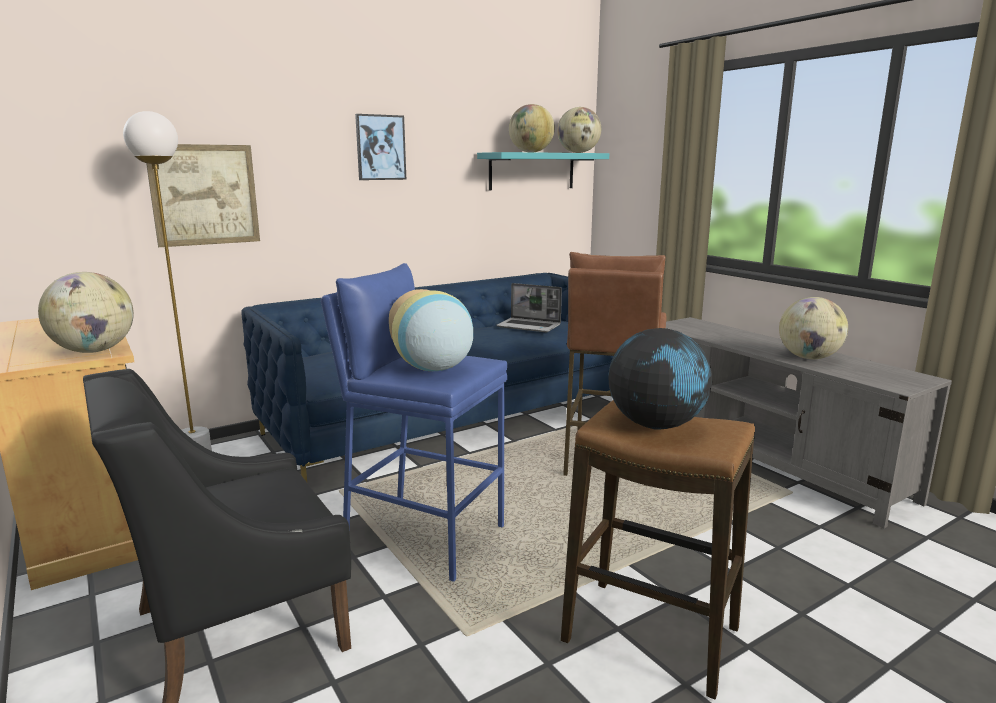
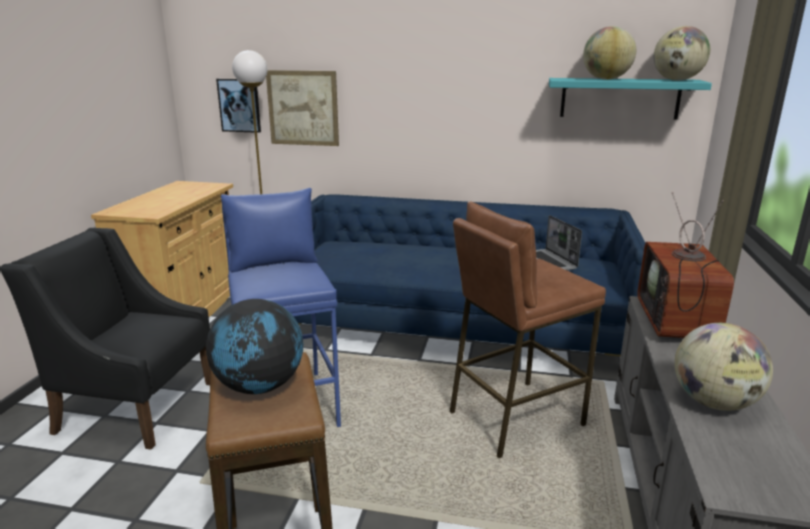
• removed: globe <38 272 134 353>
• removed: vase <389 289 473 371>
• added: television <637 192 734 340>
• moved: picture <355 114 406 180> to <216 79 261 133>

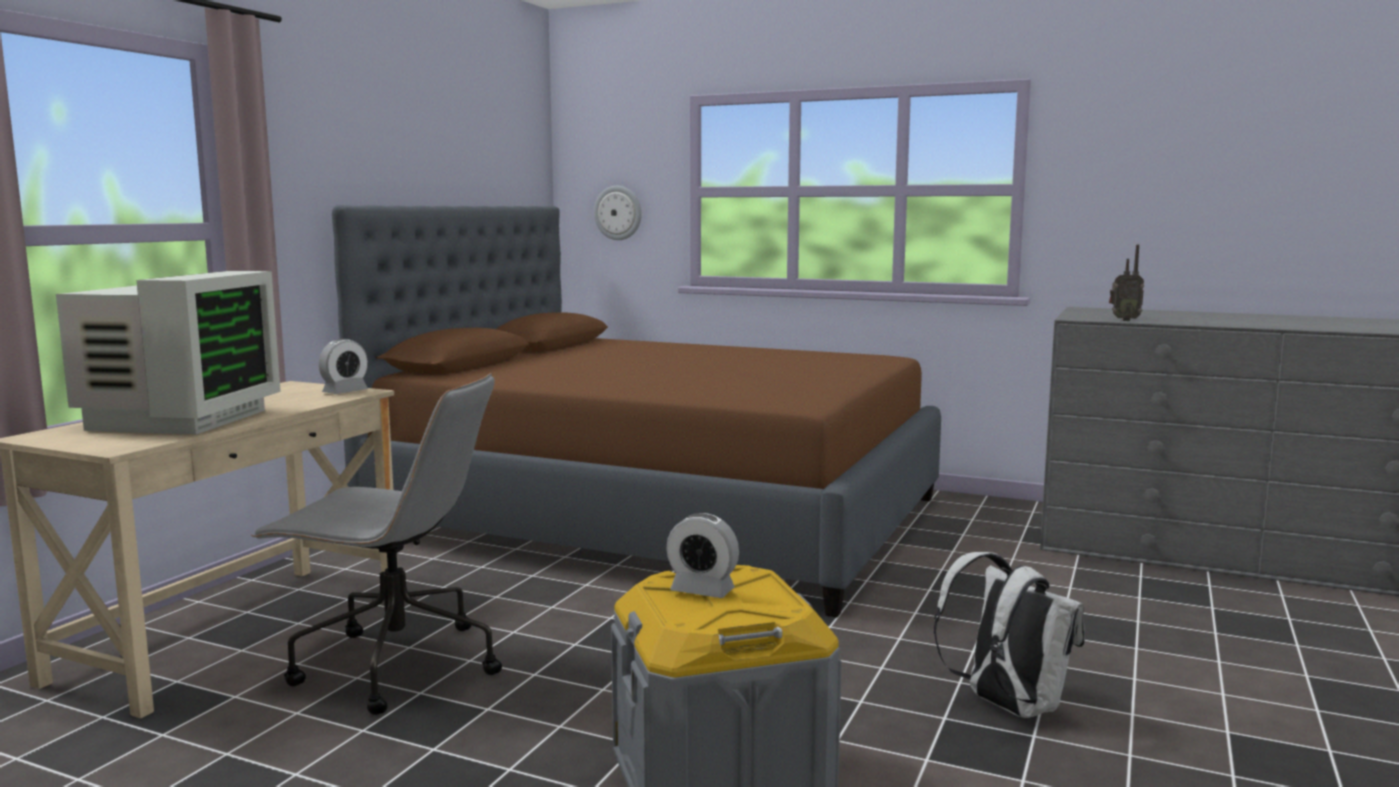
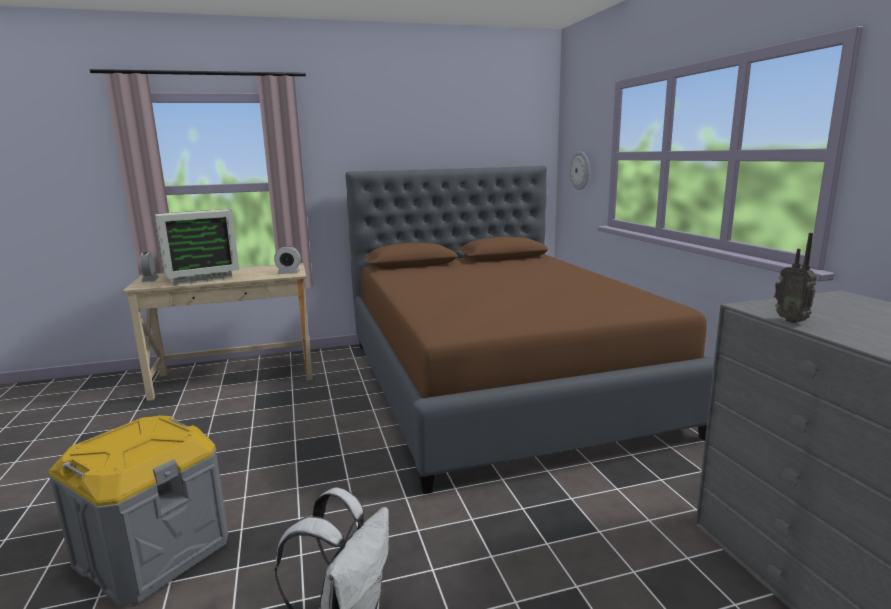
• removed: office chair (grey) <251 373 502 715>
• moved: alarm clock <666 513 739 598> to <140 252 159 282>

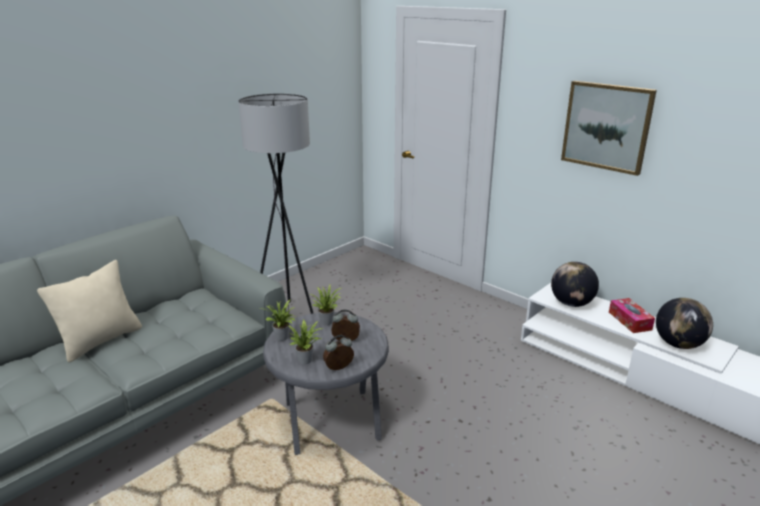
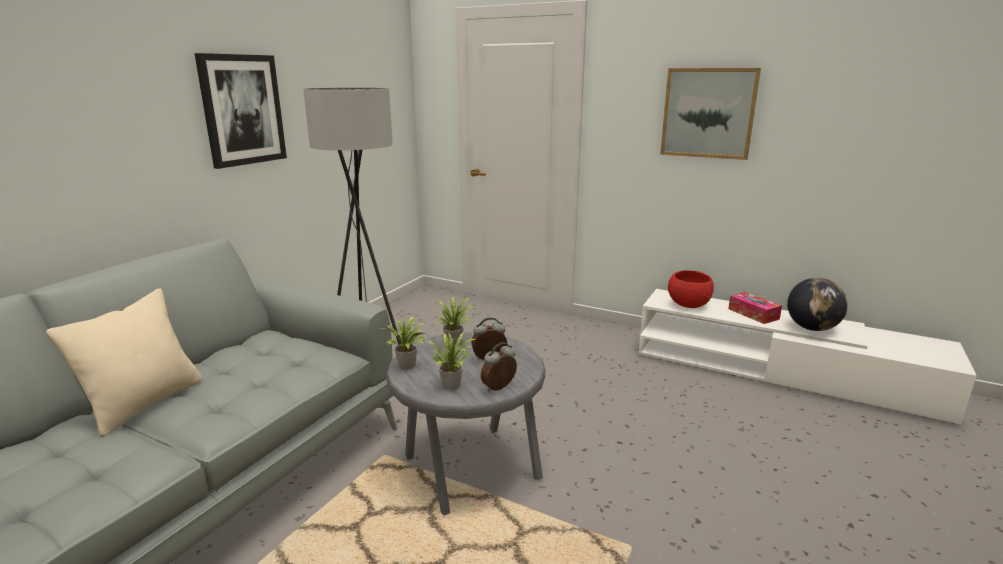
• added: picture <194 53 287 169>
• replaced: globe <551 262 599 307> to bowl (red) <668 270 714 308>

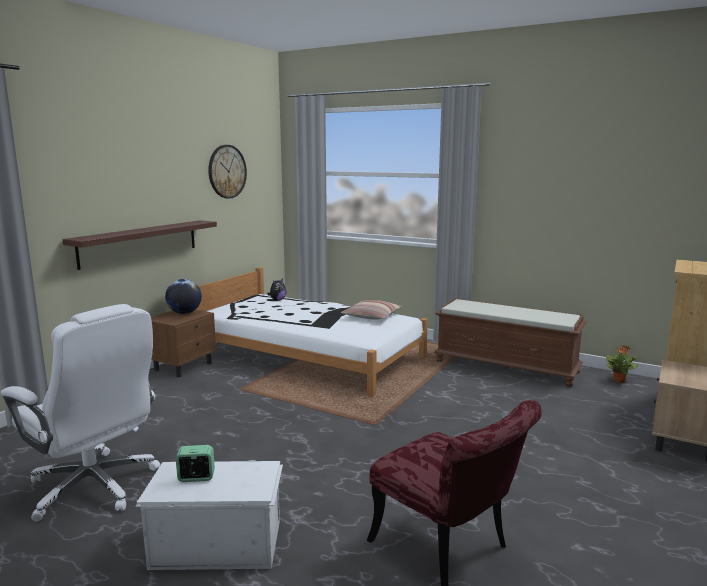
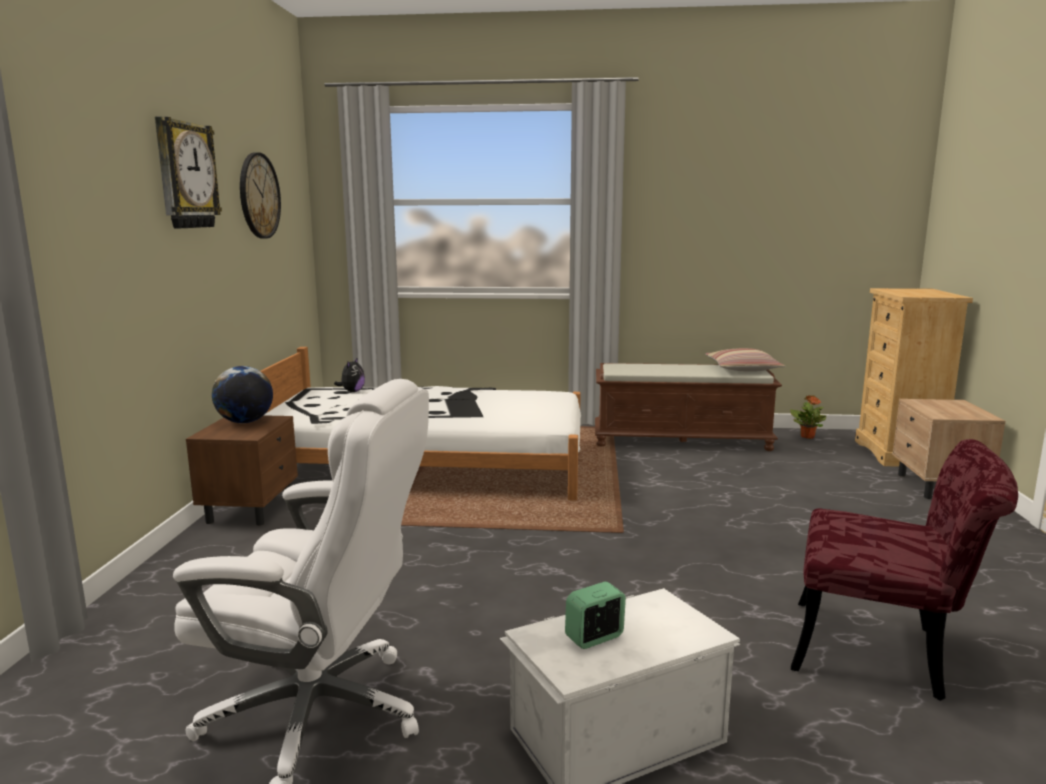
• removed: shelf <63 220 217 270>
• added: wall clock <155 116 222 229>
• moved: pillow <341 300 403 320> to <705 348 786 372>

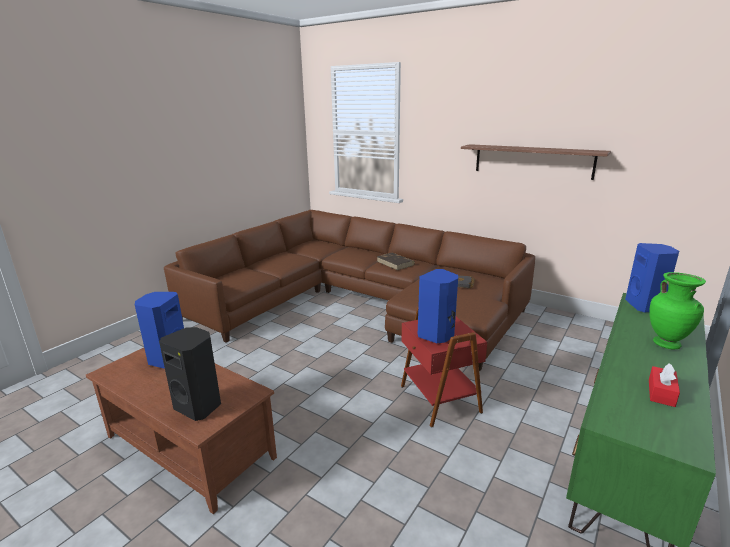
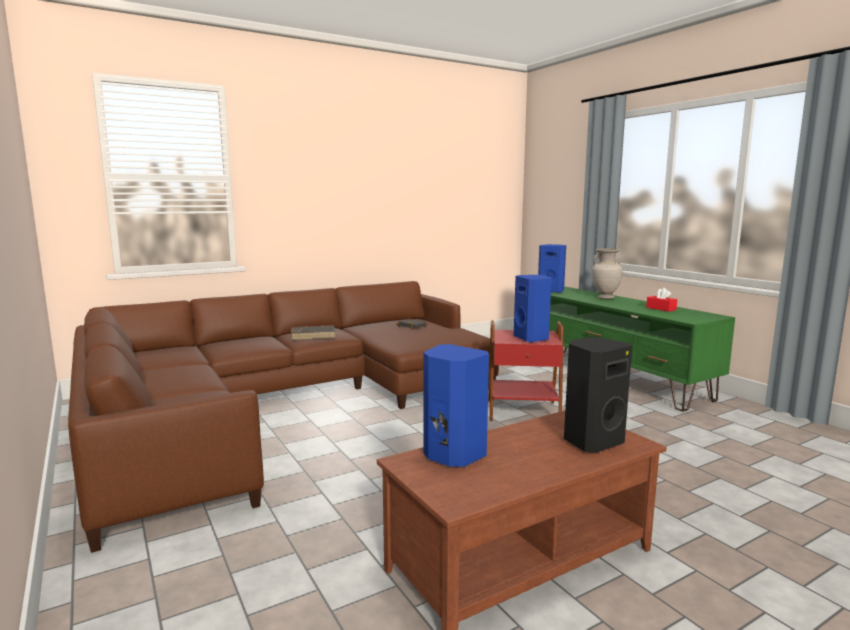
• removed: shelf <461 144 611 180>
• recoloured: vase (green) <649 272 706 350> to vase (beige) <592 248 623 299>

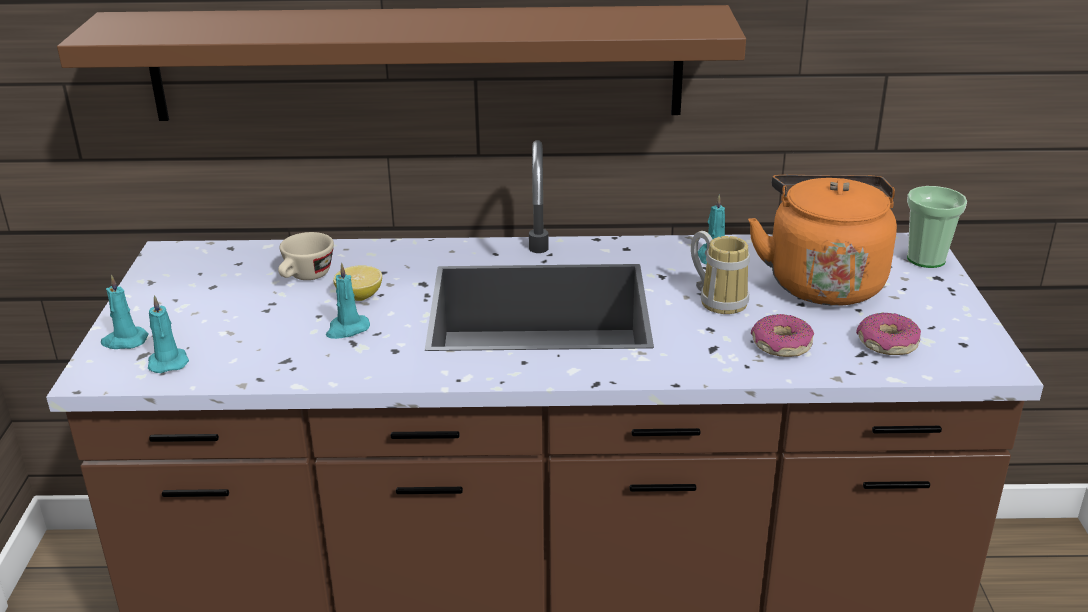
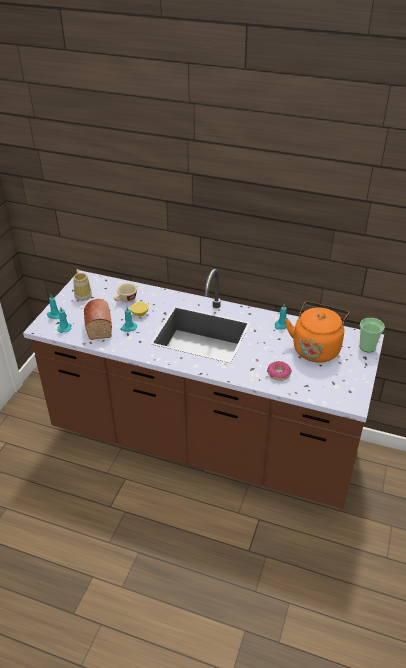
• removed: shelf (brown) <57 5 746 121>
• removed: donut <856 312 921 355>
• added: bread <84 299 112 340>
• moved: mug <691 231 750 314> to <73 269 92 301>

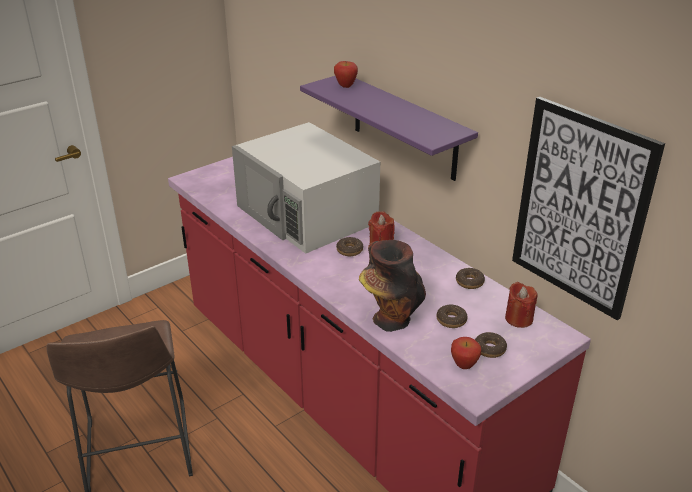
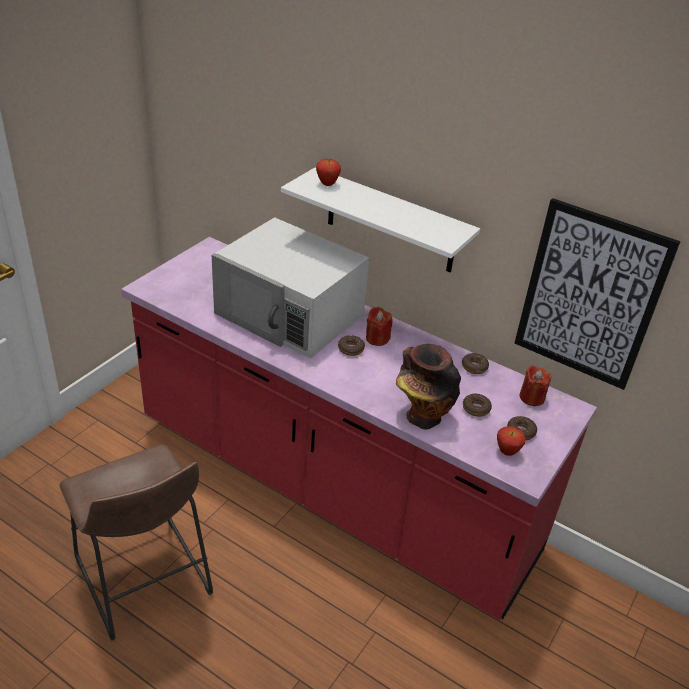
• recoloured: shelf (purple) <300 76 478 181> to shelf (white) <281 168 480 272>

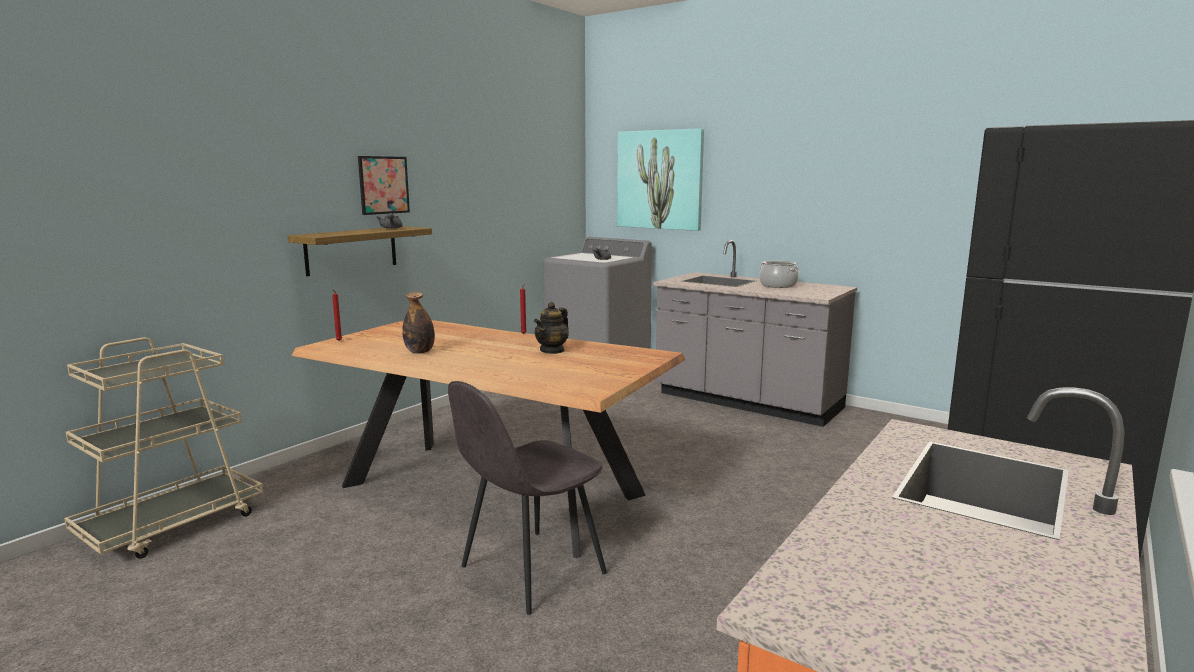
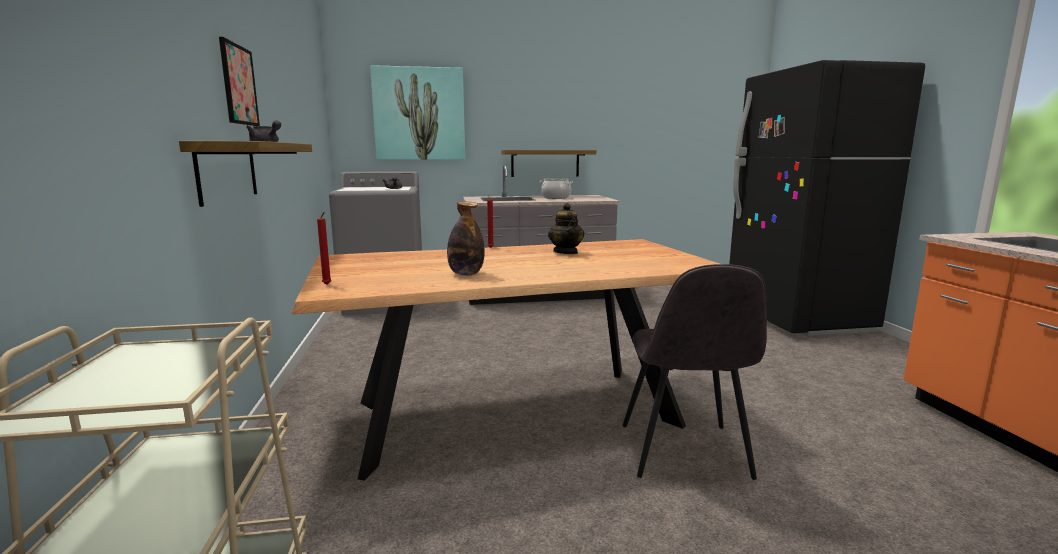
• added: shelf <501 150 596 177>

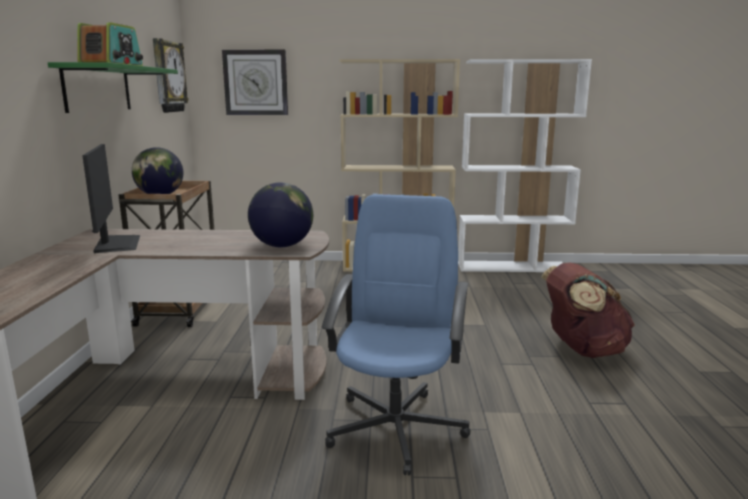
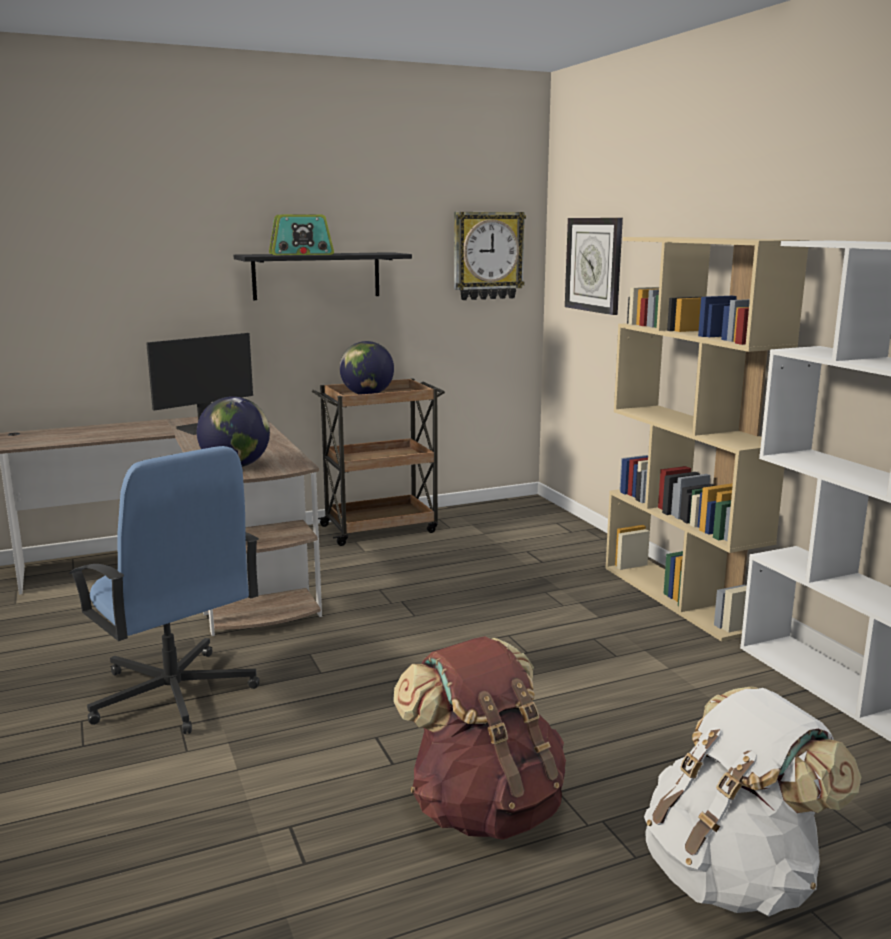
• added: backpack (white) <644 687 861 916>
• recoloured: shelf (green) <48 62 178 113> to shelf (black) <233 252 412 300>
• turned: office chair (blue) <322 194 471 475> = <68 446 260 734> 60 degrees clockwise

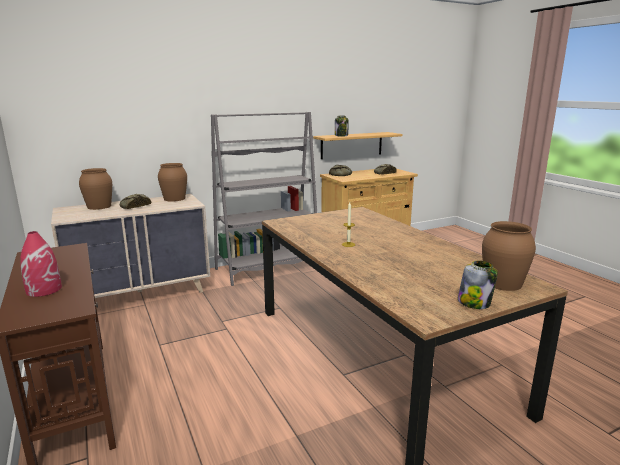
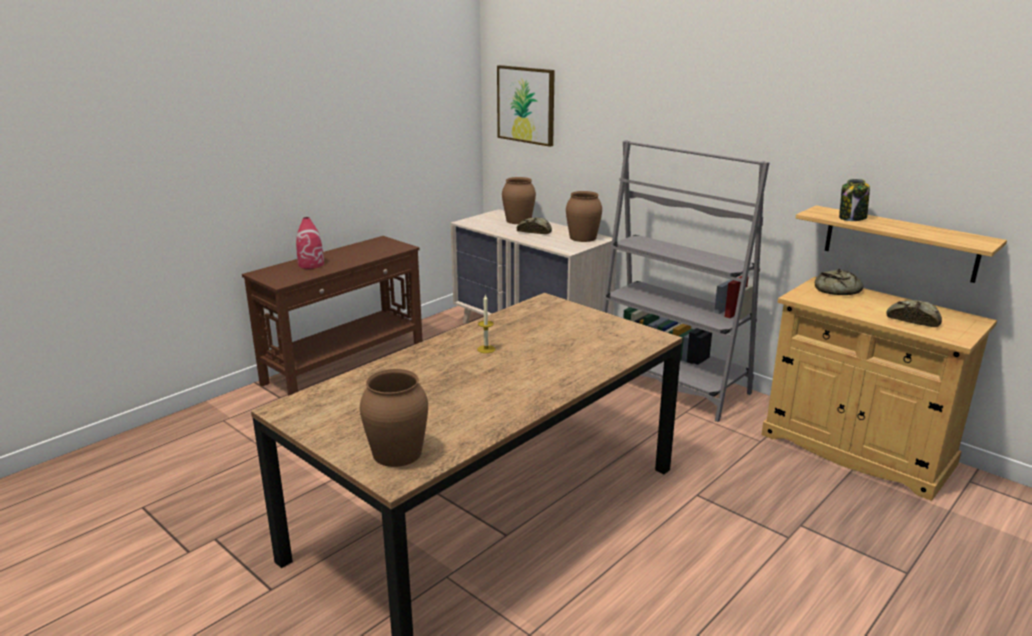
• removed: jar <458 260 498 309>
• added: picture <497 65 555 147>

